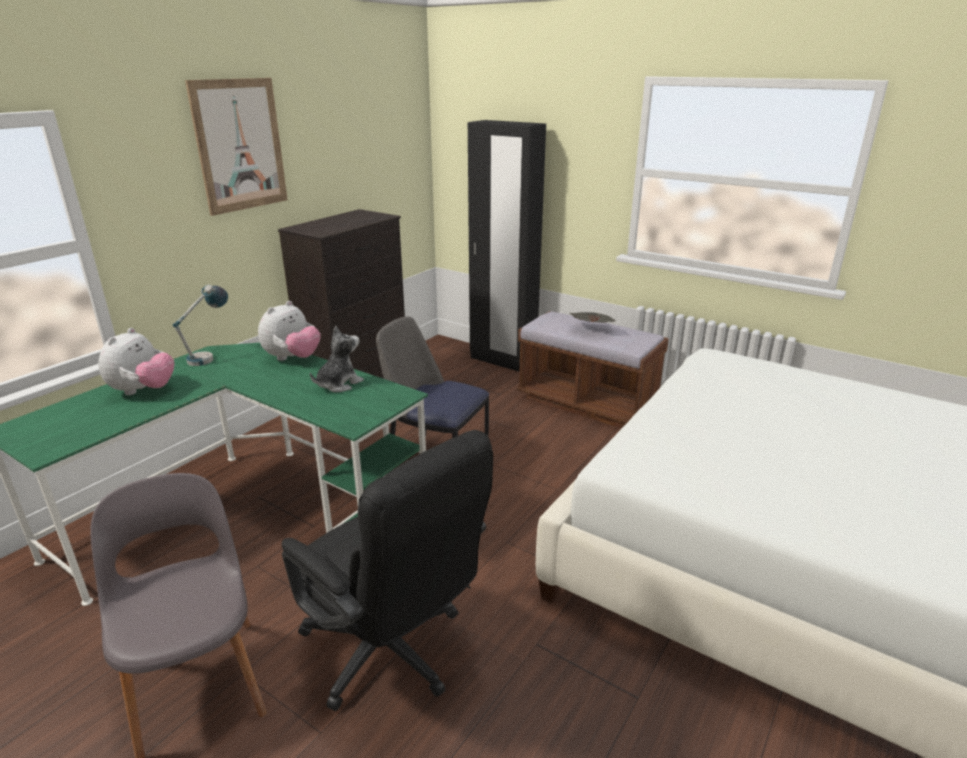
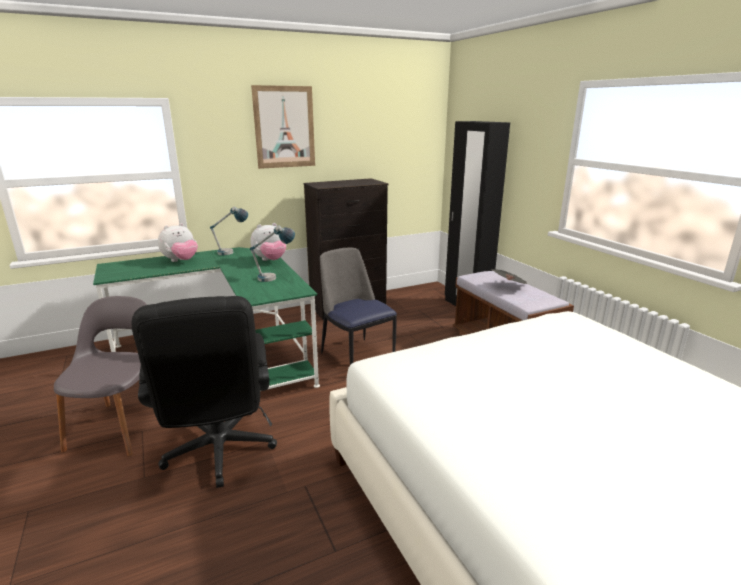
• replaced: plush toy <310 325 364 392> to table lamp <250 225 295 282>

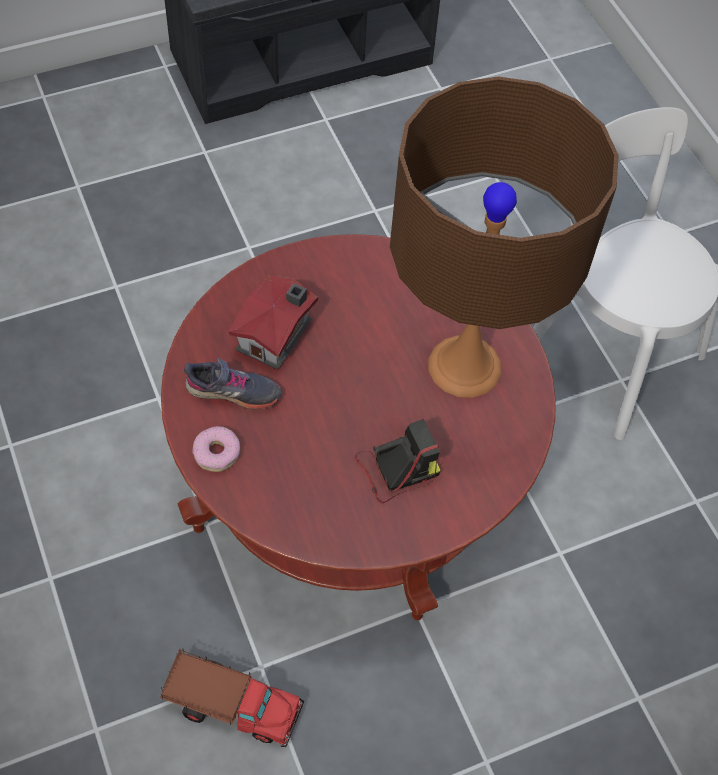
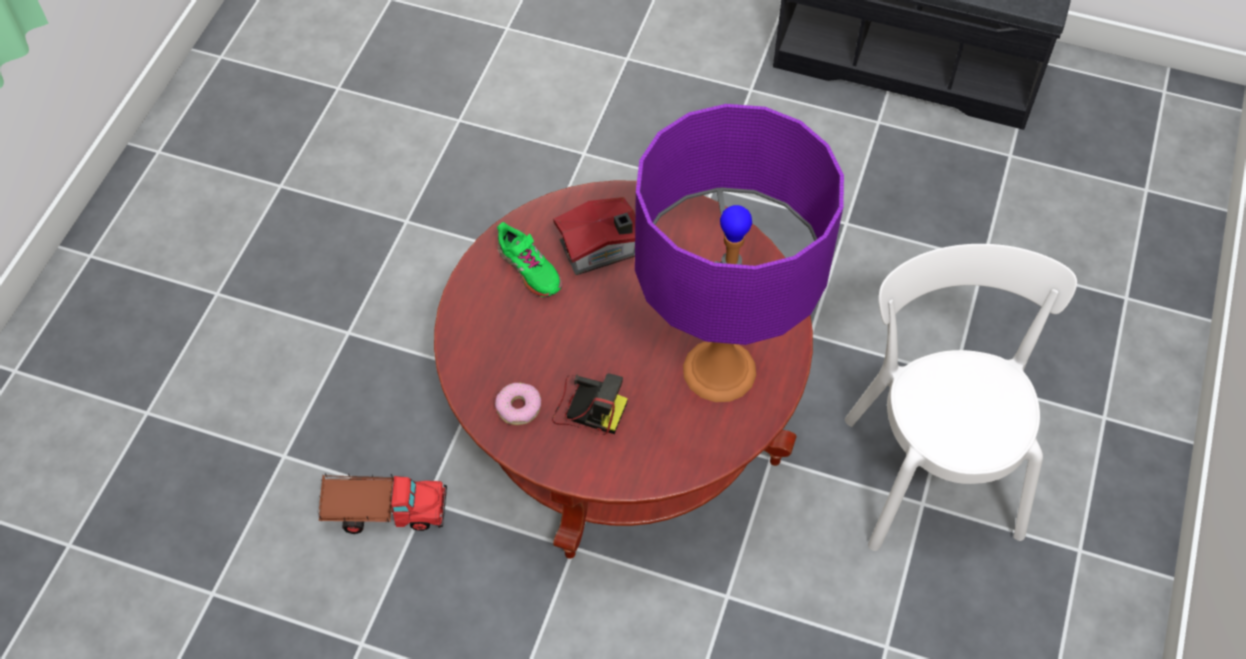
• moved: donut <192 426 240 472> to <495 382 541 425>
• recoloured: shoe (grey) <184 358 281 409> to shoe (green) <497 222 562 297>
• recoloured: table lamp (brown) <390 76 619 398> to table lamp (purple) <635 104 844 402>
• turned: toy truck <160 648 304 747> = <318 474 447 534> 60 degrees counterclockwise

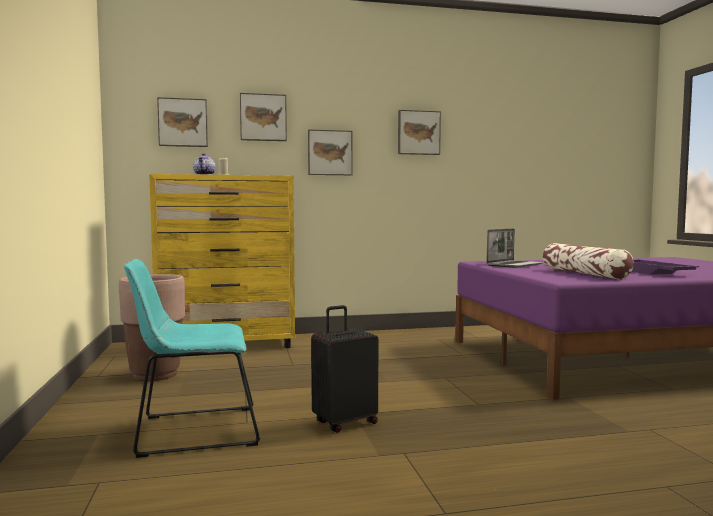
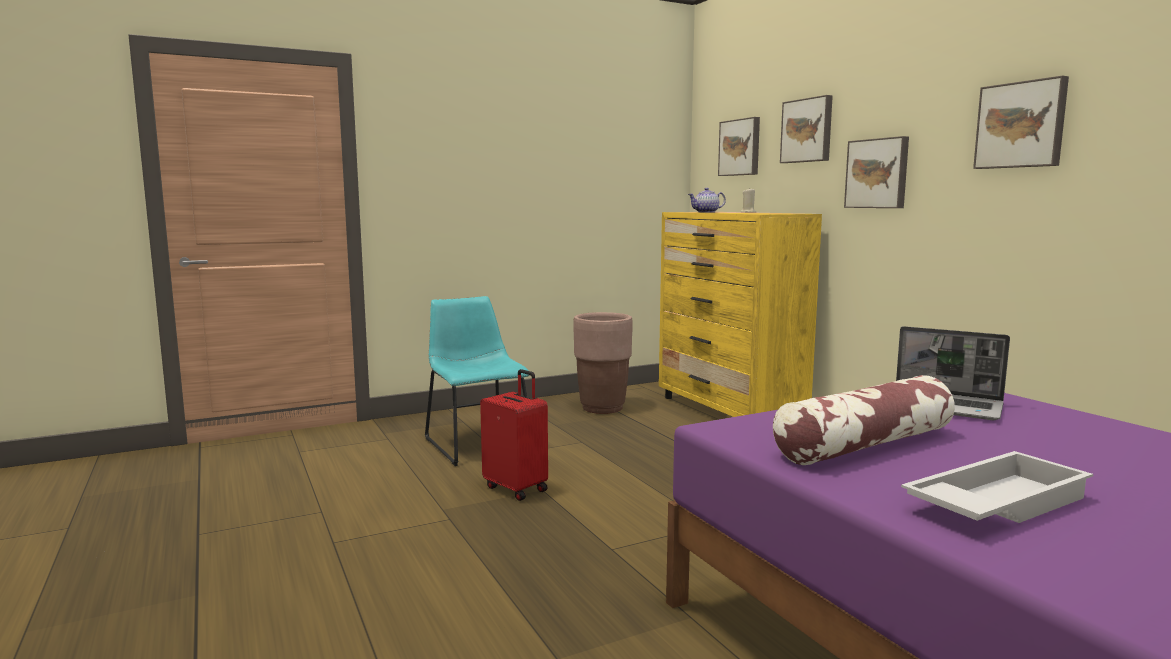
• recoloured: suitcase (black) <311 305 378 433> to suitcase (red) <480 369 548 501>
• recoloured: tray (purple) <632 260 699 275> to tray (white) <901 451 1093 523>

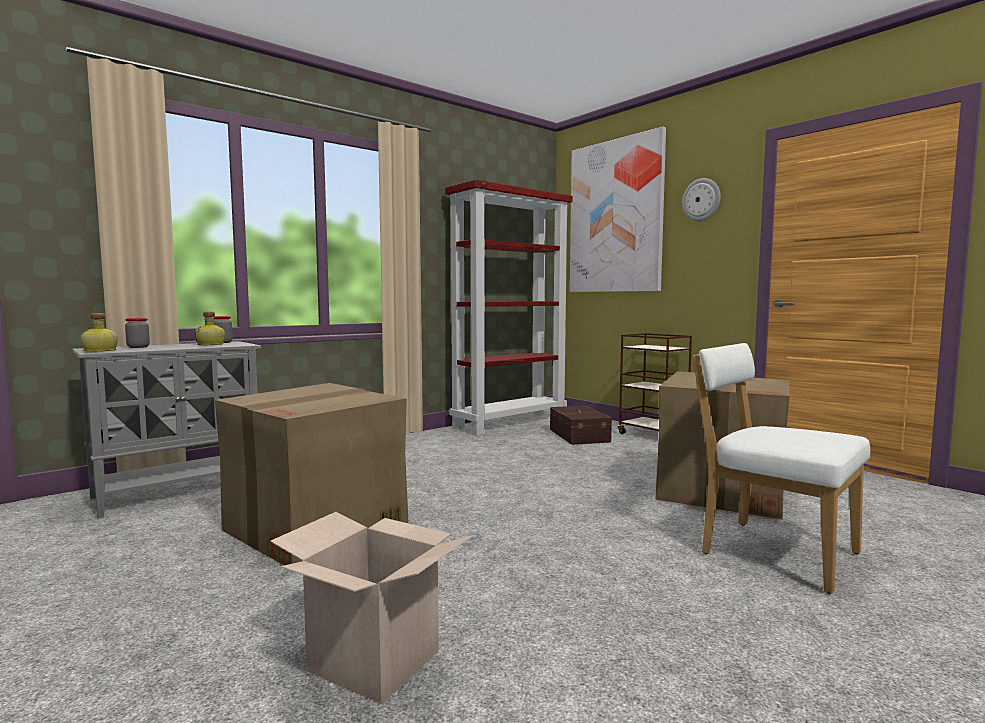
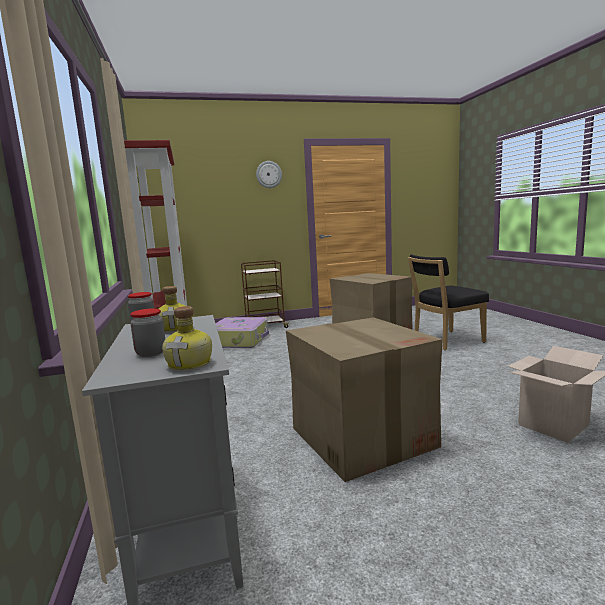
• removed: picture <570 127 666 292>
• replaced: storage box (brown) <550 406 612 445> to suitcase <216 317 269 348>
• recoloured: chair (white) <693 343 870 594> to chair (black) <408 254 489 350>

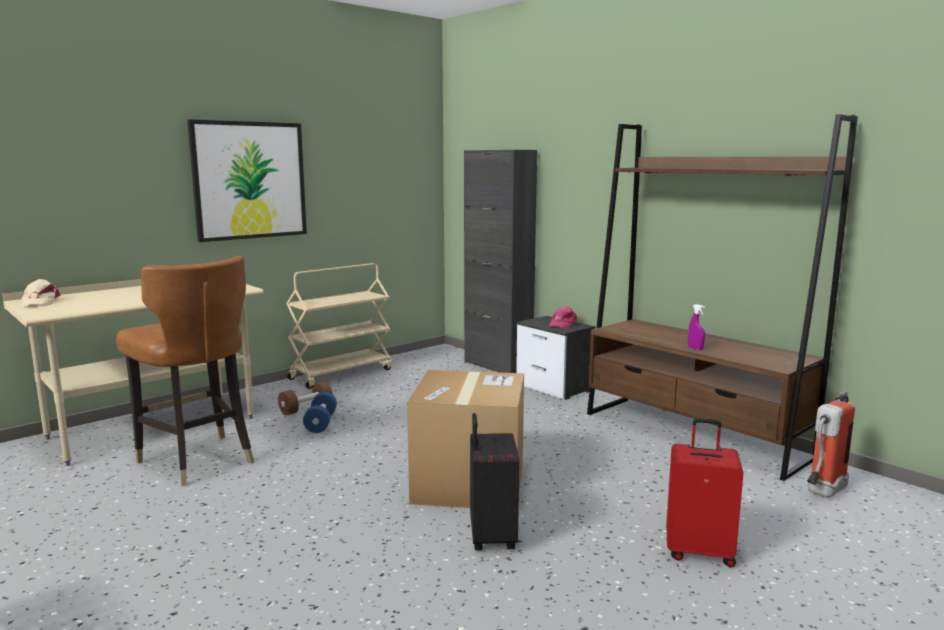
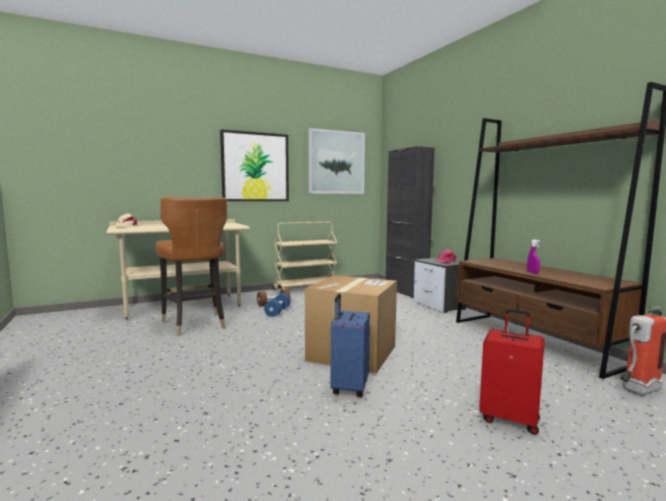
• added: picture <308 128 365 194>
• recoloured: suitcase (black) <470 413 519 550> to suitcase (blue) <330 294 370 397>

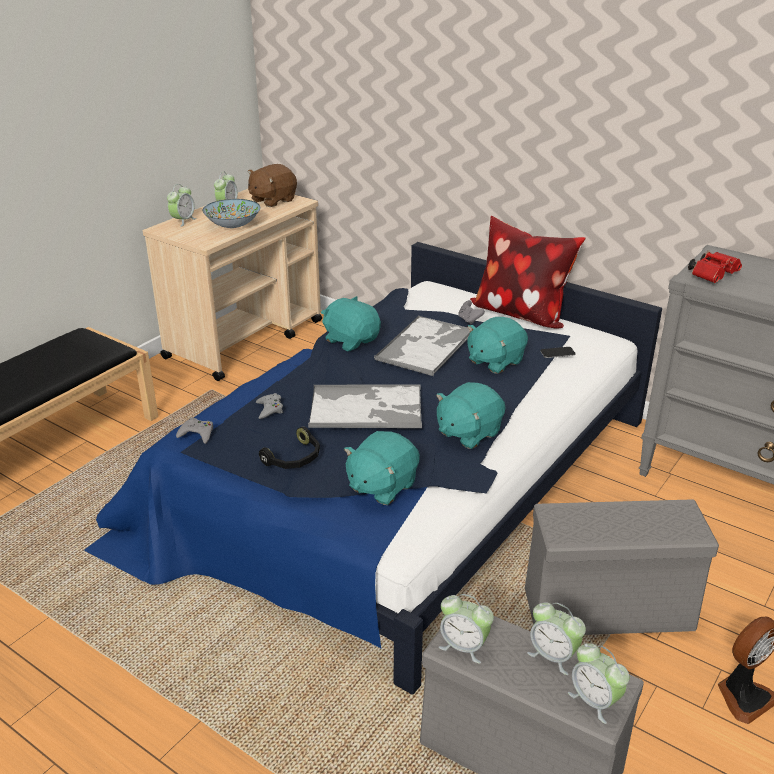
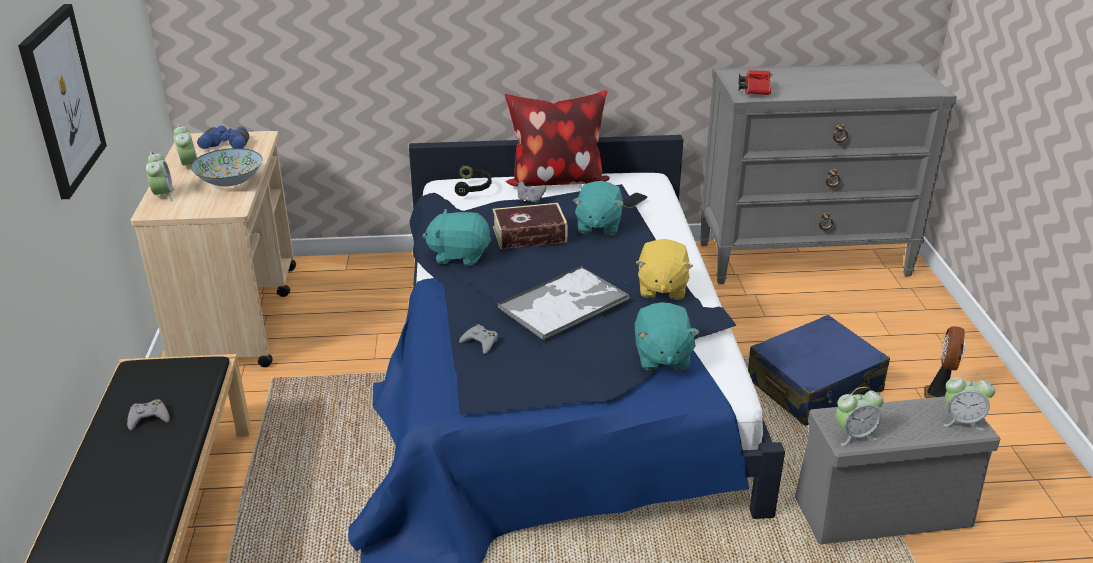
• removed: alarm clock <527 602 586 675>
• added: picture <18 4 107 199>
• moved: game controller (grey) <176 417 213 444> to <127 399 170 431>
• moved: headphones (black) <259 426 320 469> to <455 165 491 196>
• replaced: plush toy (brown) <248 164 297 207> to binoculars (blue) <197 126 249 149>
• replaced: tray <374 316 470 376> to book <493 203 568 249>
• replaced: storage box (grey) <525 499 719 635> to suitcase (blue) <748 315 890 426>
• recoloured: plush toy (turquoise) <436 382 506 449> to plush toy (yellow) <636 239 693 300>

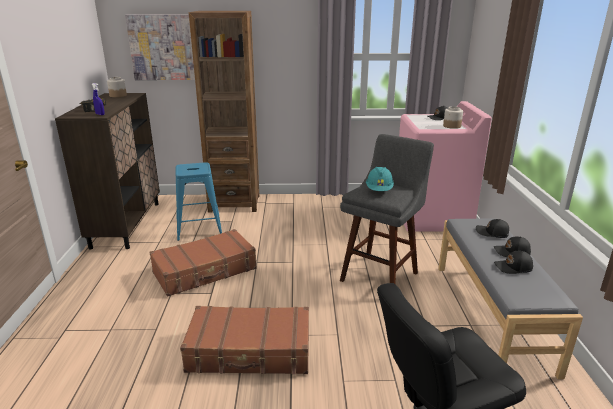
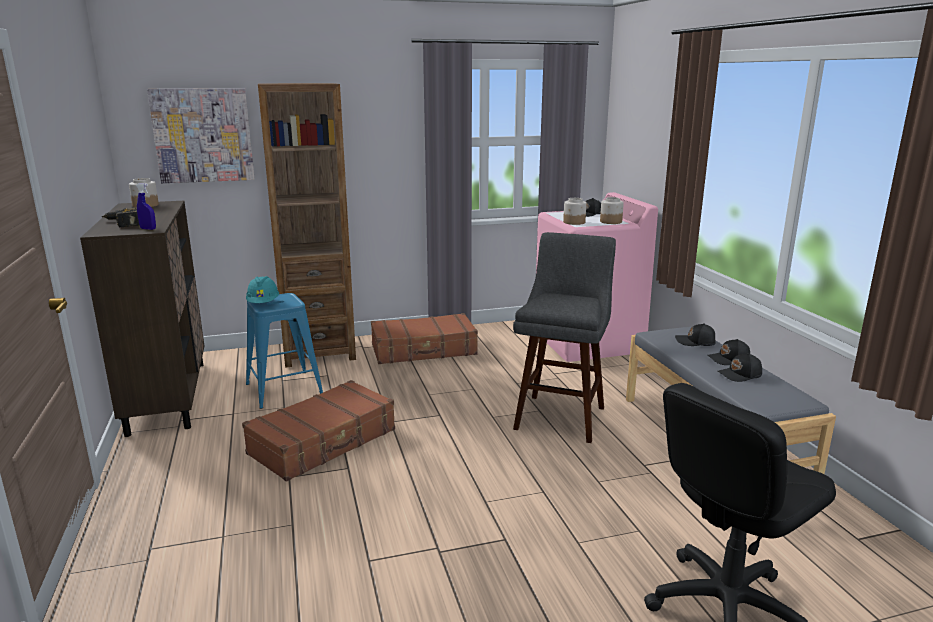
• added: jar <563 198 586 225>
• moved: suitcase (brown) <180 306 309 374> to <371 313 478 364>
• moved: hard hat (turquoise) <366 167 394 191> to <246 276 279 303>

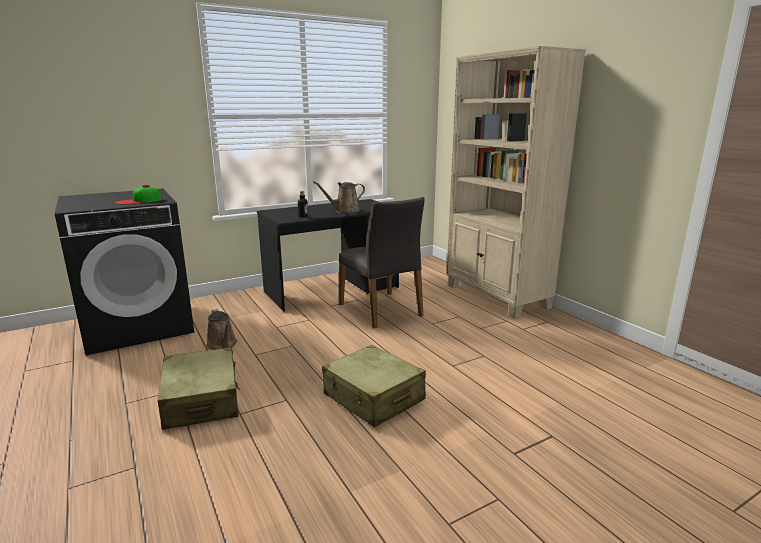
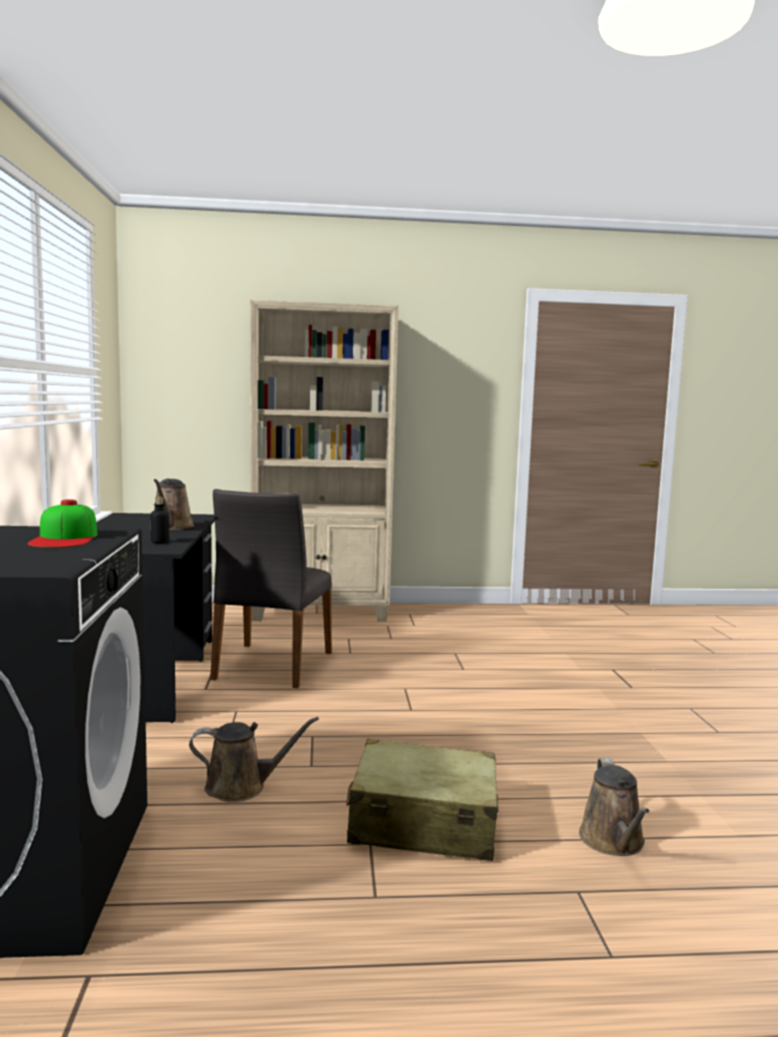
• removed: suitcase (beige) <322 345 426 427>
• added: watering can (brown) <579 758 650 856>
• turned: chair (grey) <339 197 425 328> = <210 489 332 688> 105 degrees clockwise

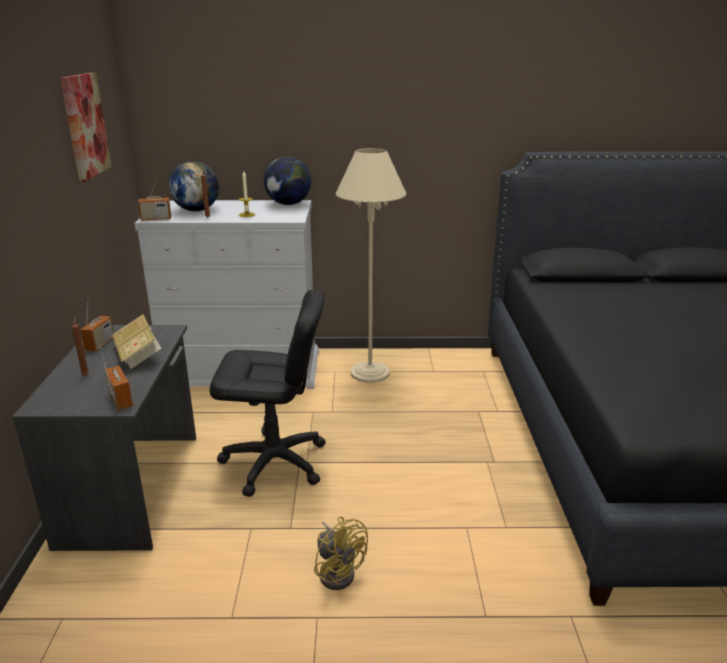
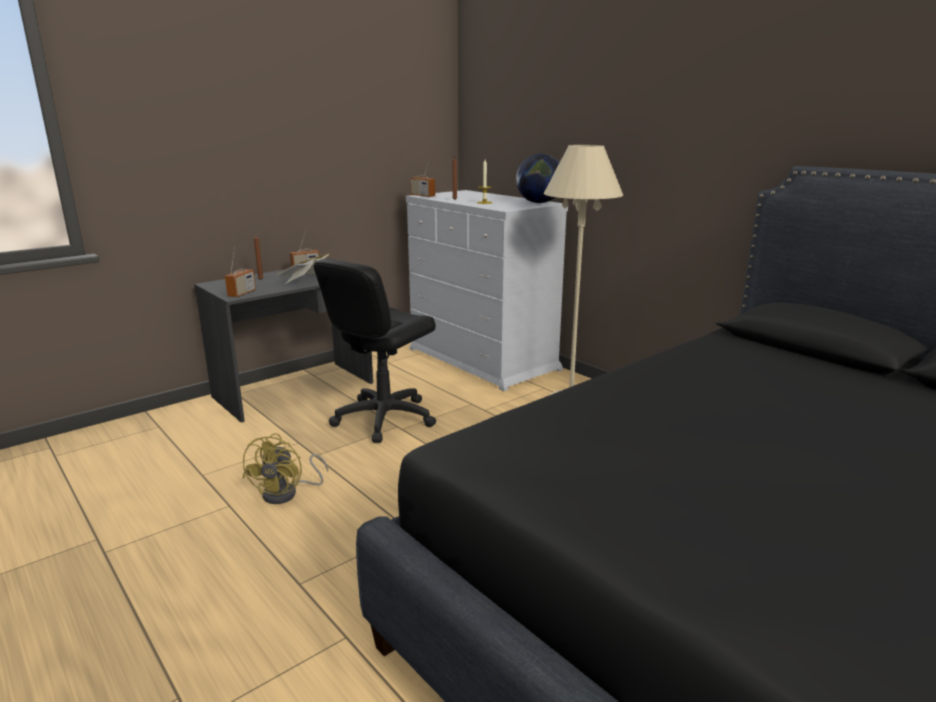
• removed: picture <60 72 112 182>
• removed: globe <169 161 219 211>
• turned: office chair (black) <209 290 326 497> = <314 258 436 443> 75 degrees clockwise

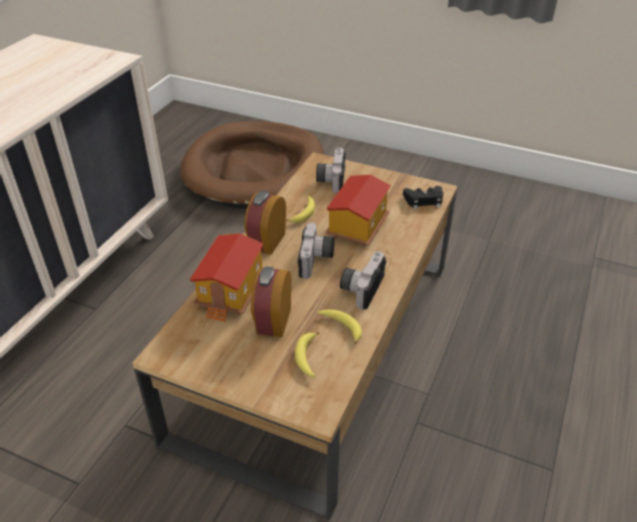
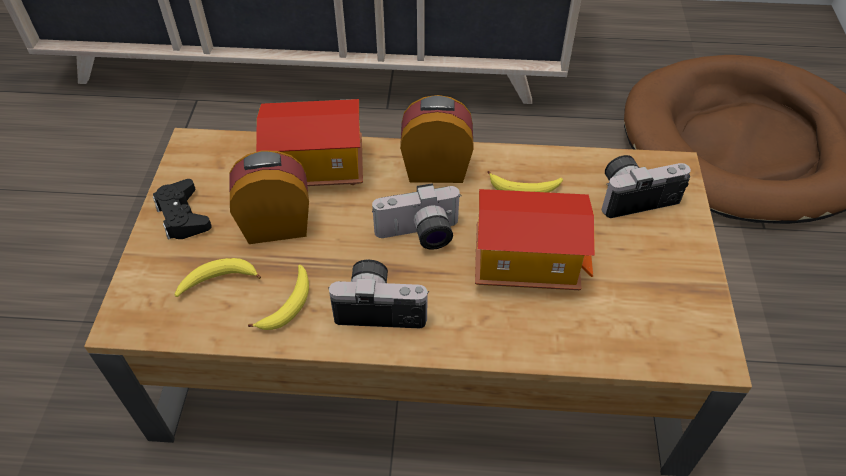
• moved: game controller (black) <403 186 443 209> to <153 179 212 240>

